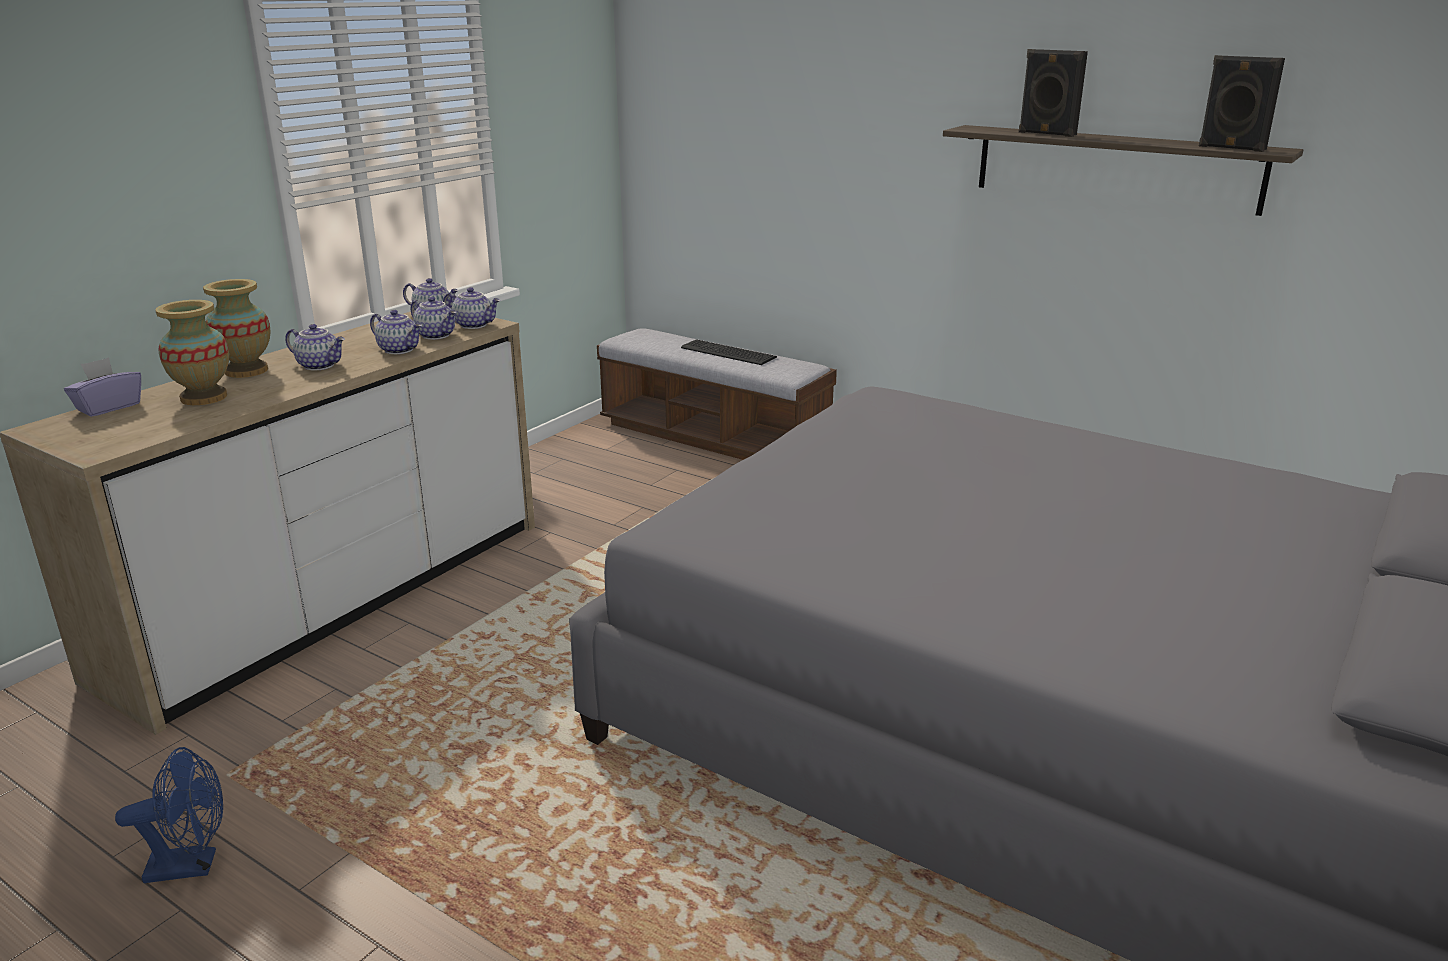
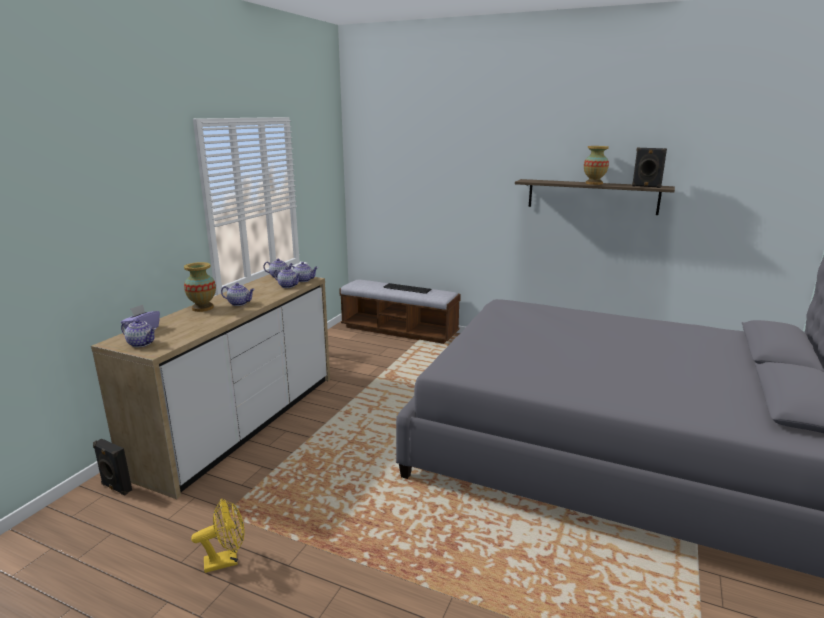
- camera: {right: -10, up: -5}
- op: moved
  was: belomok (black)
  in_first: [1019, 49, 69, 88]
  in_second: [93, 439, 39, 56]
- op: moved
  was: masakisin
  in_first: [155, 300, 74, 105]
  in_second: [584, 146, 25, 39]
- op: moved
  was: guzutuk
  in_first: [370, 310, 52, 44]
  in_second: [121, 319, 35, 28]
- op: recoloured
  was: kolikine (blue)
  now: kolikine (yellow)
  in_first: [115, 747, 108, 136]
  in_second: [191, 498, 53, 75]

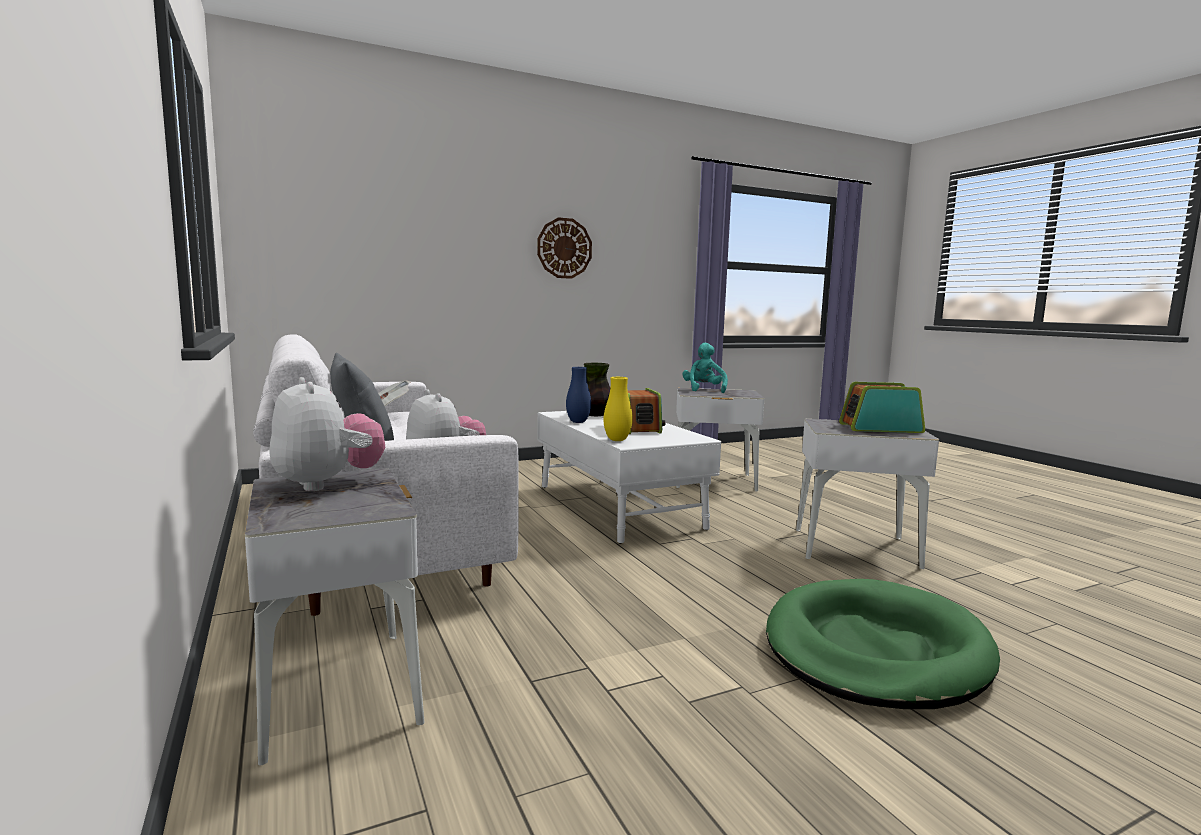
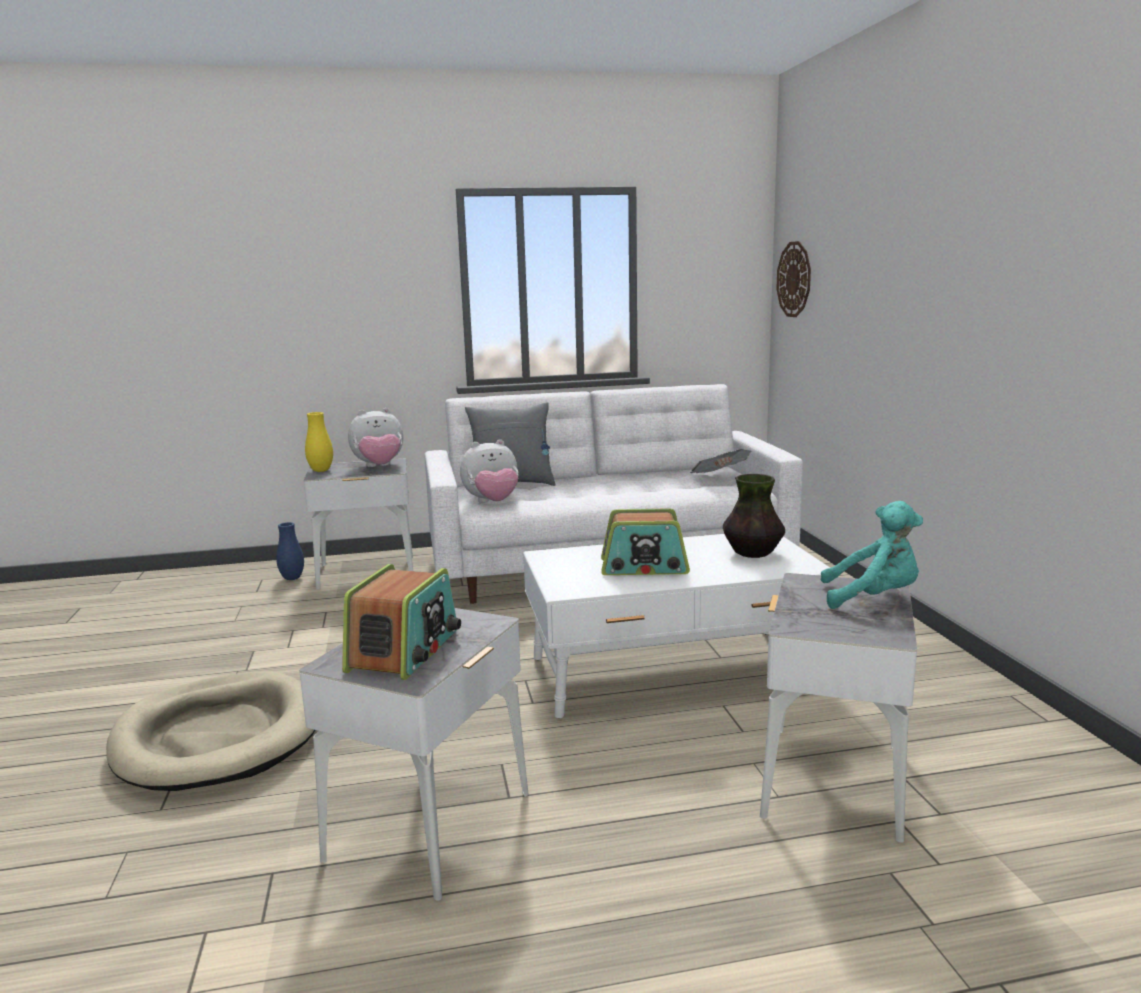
- camera: {right: 105, up: 5}
- op: moved
  was: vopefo
  in_first: [537, 217, 55, 62]
  in_second: [776, 241, 35, 76]
- op: moved
  was: masakisin (blue)
  in_first: [566, 367, 25, 56]
  in_second: [276, 522, 28, 58]
- op: moved
  was: masakisin (yellow)
  in_first: [603, 377, 30, 64]
  in_second: [305, 412, 28, 60]
- op: recoloured
  was: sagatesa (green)
  now: sagatesa (beige)
  in_first: [766, 579, 234, 130]
  in_second: [106, 671, 209, 120]

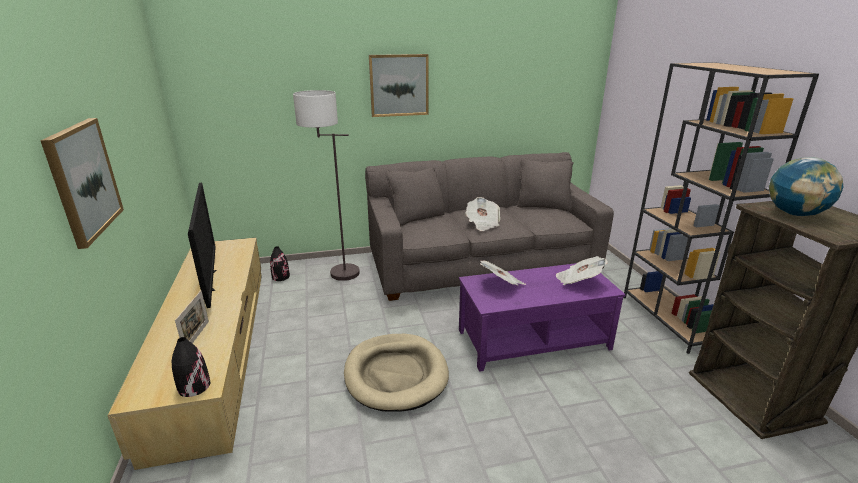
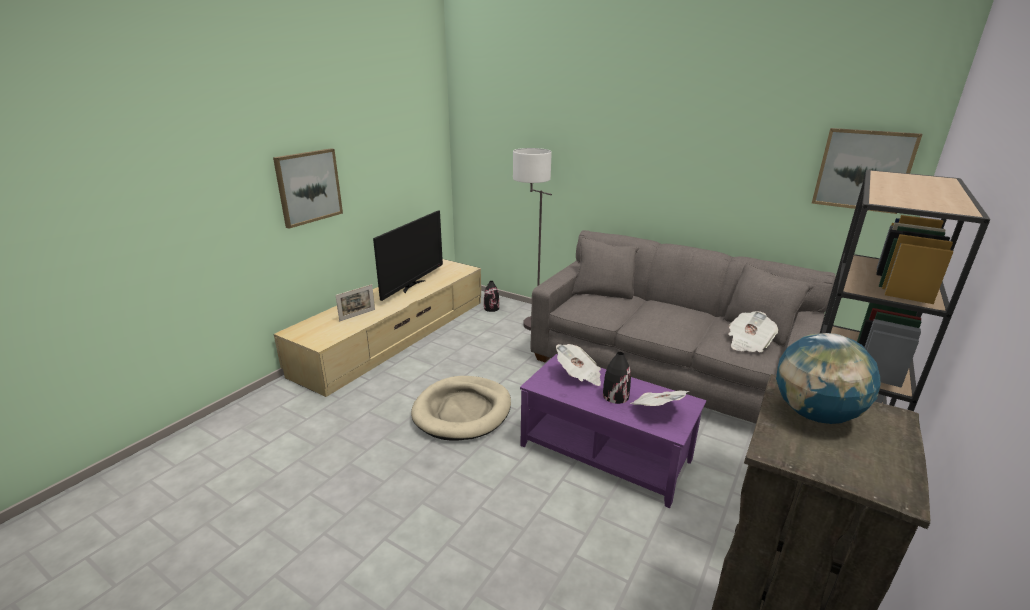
- camera: {right: 45, up: 0}
- op: moved
  was: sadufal
  in_first: [369, 54, 60, 63]
  in_second: [812, 128, 111, 86]
- op: moved
  was: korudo
  in_first: [465, 197, 35, 34]
  in_second: [728, 311, 50, 42]
- op: moved
  was: masakisin (black)
  in_first: [172, 337, 38, 60]
  in_second: [603, 352, 28, 52]

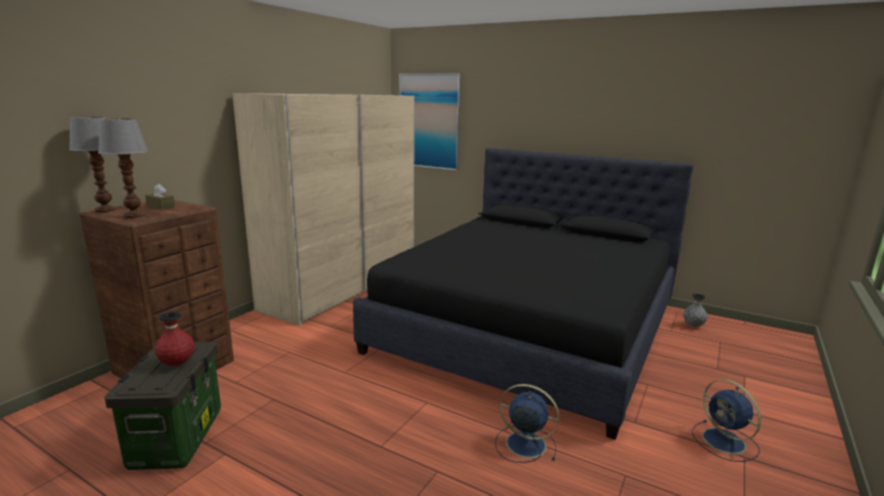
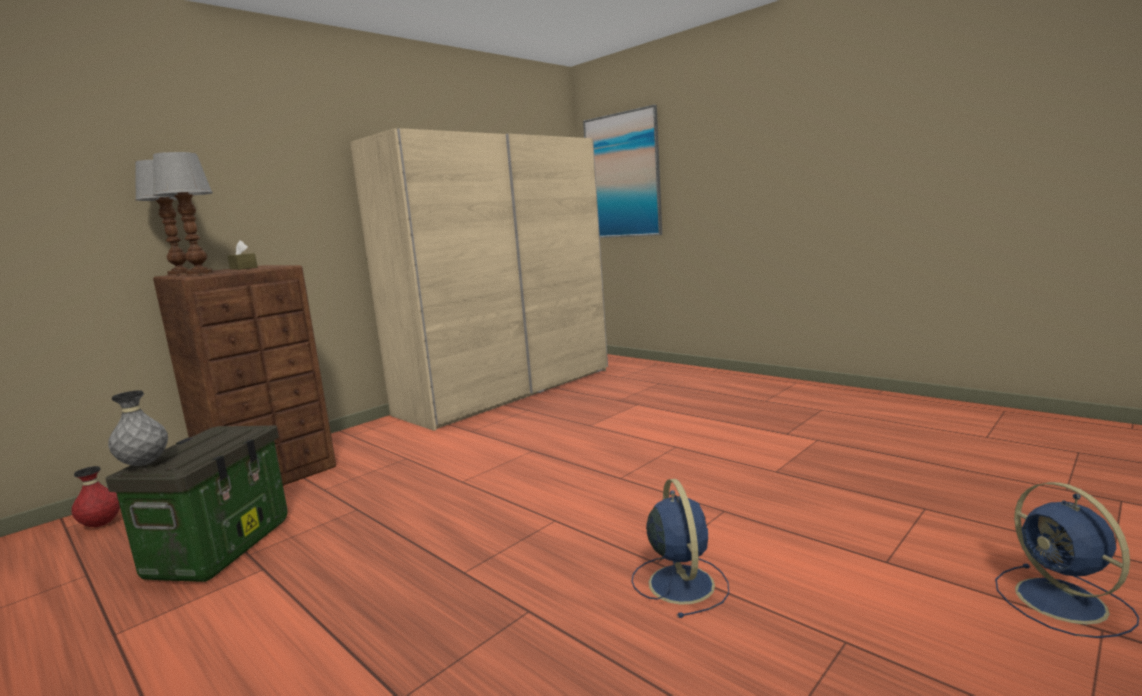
- camera: {right: 15, up: -5}
- op: removed
  was: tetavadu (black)
  in_first: [353, 148, 340, 292]
- op: moved
  was: masakisin (grey)
  in_first: [683, 293, 25, 34]
  in_second: [108, 390, 60, 76]
- op: moved
  was: masakisin (red)
  in_first: [155, 312, 40, 54]
  in_second: [71, 466, 49, 61]
- op: turned
  was: kolikine (blue)
  in_first: [495, 384, 64, 79]
  in_second: [632, 479, 97, 139]
  clockwise: 45

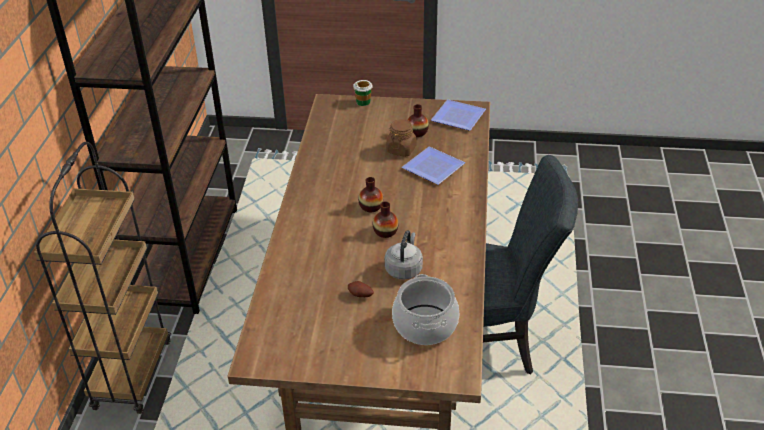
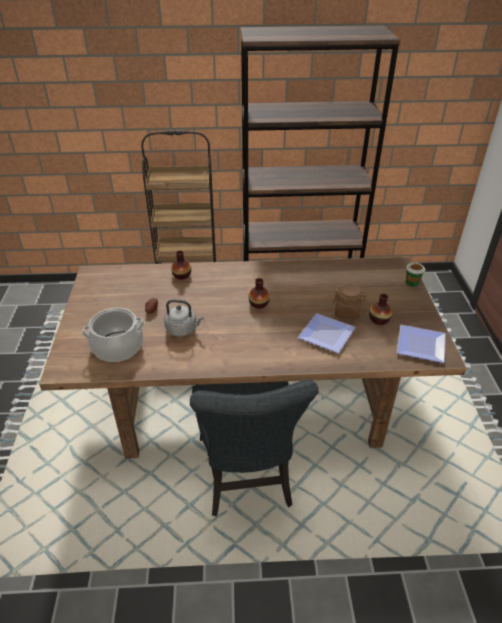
- camera: {right: 80, up: 0}
- op: moved
  was: masakisin
  in_first: [373, 201, 25, 37]
  in_second: [171, 251, 20, 29]

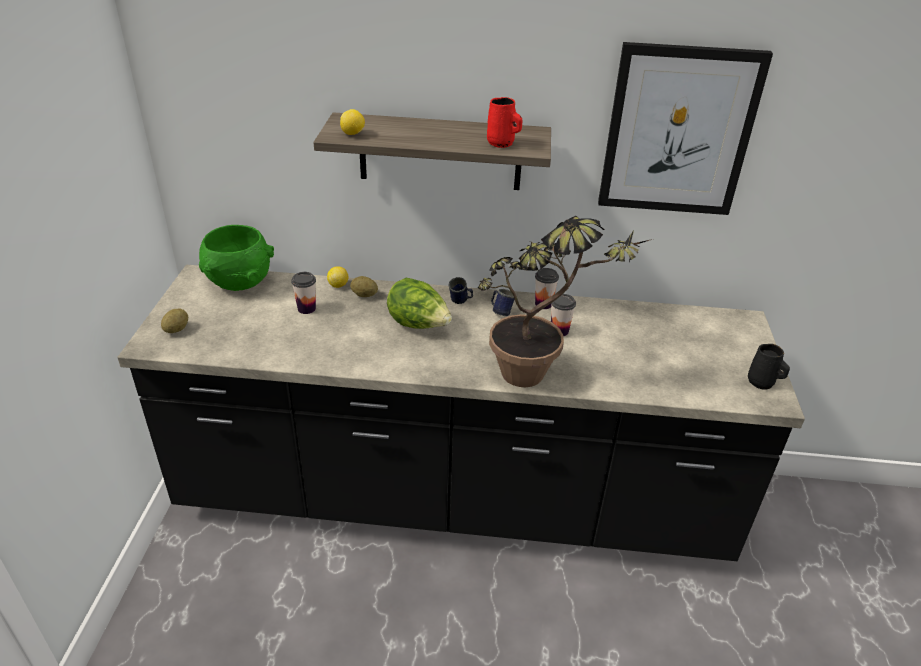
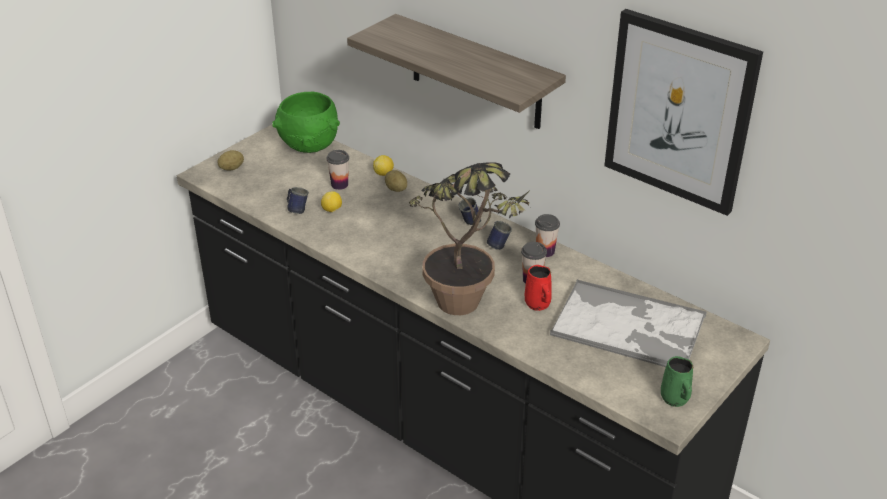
- camera: {right: 35, up: 0}
- op: moved
  was: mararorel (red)
  in_first: [487, 97, 35, 51]
  in_second: [524, 265, 28, 46]
- op: moved
  was: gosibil
  in_first: [340, 109, 25, 26]
  in_second: [321, 191, 21, 21]
- op: removed
  was: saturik
  in_first: [387, 278, 65, 51]
- op: recoloured
  was: mararorel (black)
  now: mararorel (green)
  in_first: [748, 344, 42, 46]
  in_second: [661, 356, 32, 51]
- op: added
  now: mararorel (blue)
  in_second: [287, 187, 22, 27]
- op: added
  now: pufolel
  in_second: [550, 280, 157, 87]

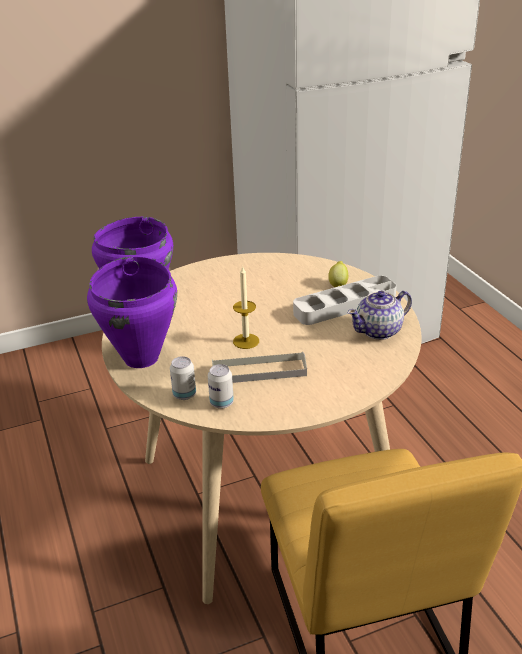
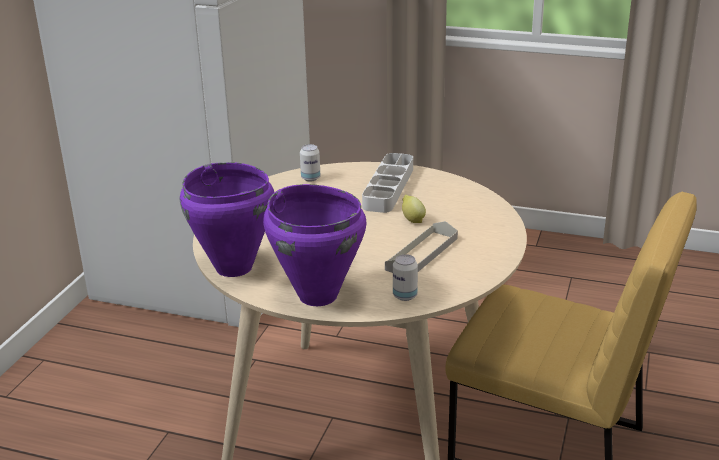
- camera: {right: -50, up: -5}
- op: moved
  was: gosibil
  in_first: [328, 261, 20, 26]
  in_second: [402, 195, 24, 28]
- op: removed
  was: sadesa
  in_first: [233, 265, 26, 84]
- op: removed
  was: guzutuk
  in_first: [348, 291, 64, 49]
- op: moved
  was: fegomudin
  in_first: [208, 364, 26, 45]
  in_second: [300, 144, 20, 37]

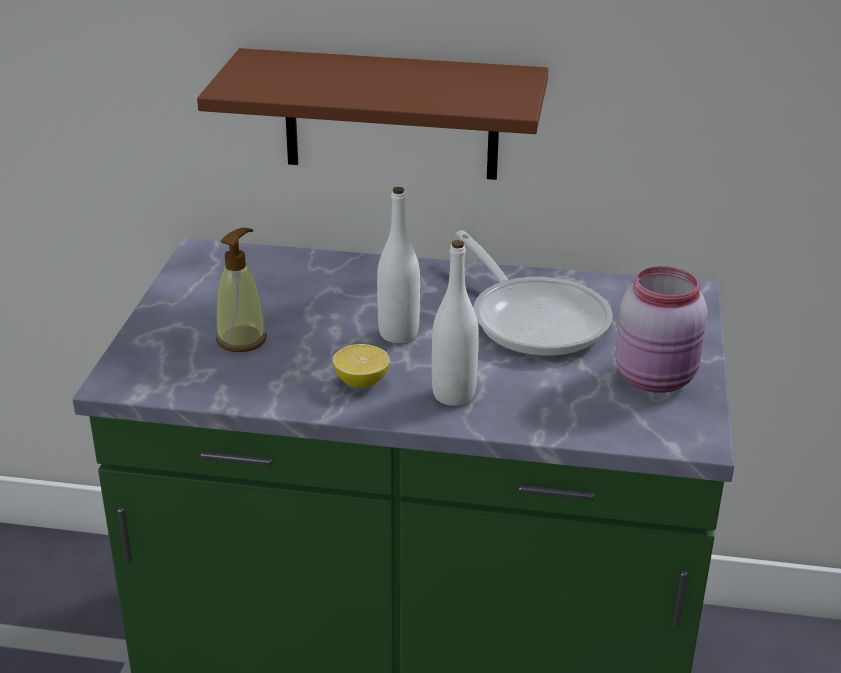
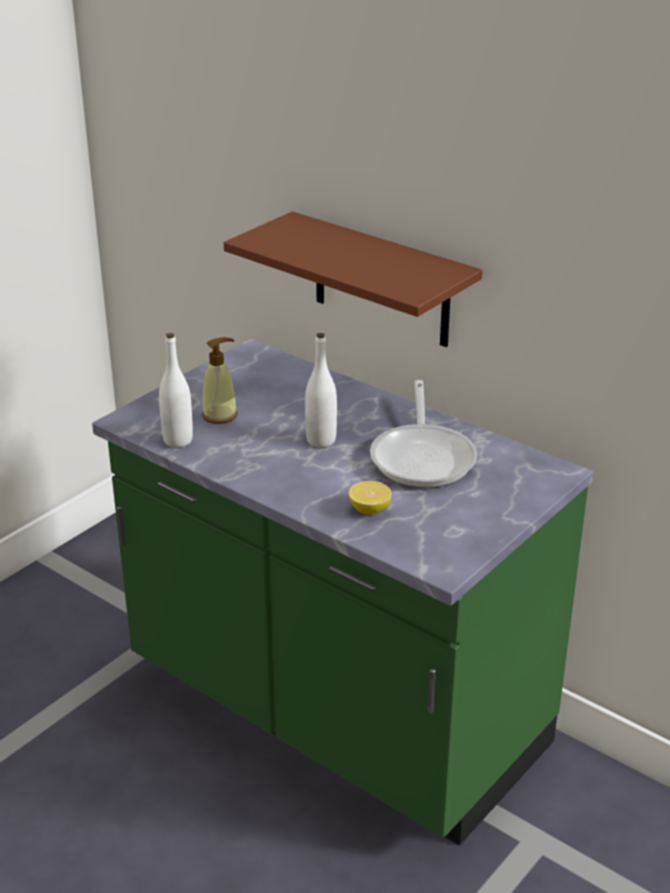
- camera: {right: 30, up: 0}
- op: moved
  was: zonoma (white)
  in_first: [432, 240, 47, 166]
  in_second: [159, 333, 34, 114]
- op: removed
  was: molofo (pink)
  in_first: [615, 266, 92, 127]
- op: moved
  was: gosibil
  in_first: [333, 344, 57, 44]
  in_second: [349, 481, 43, 34]

